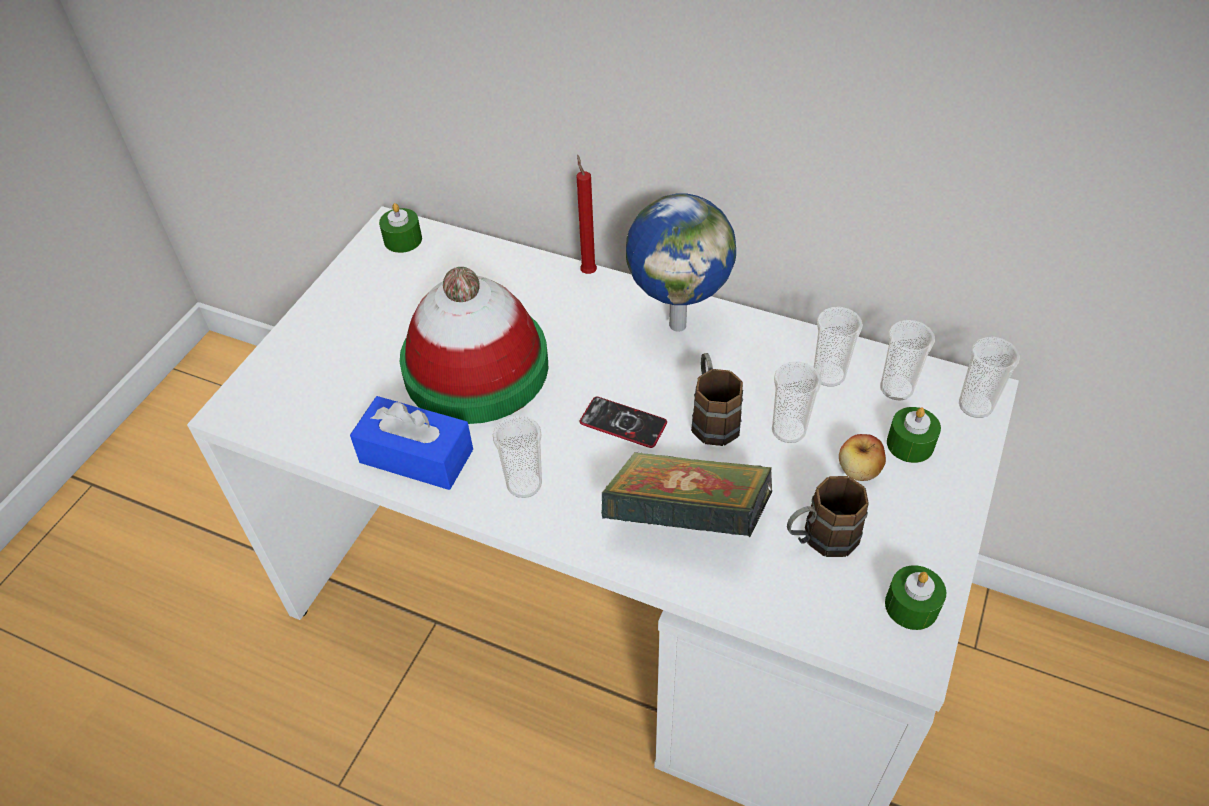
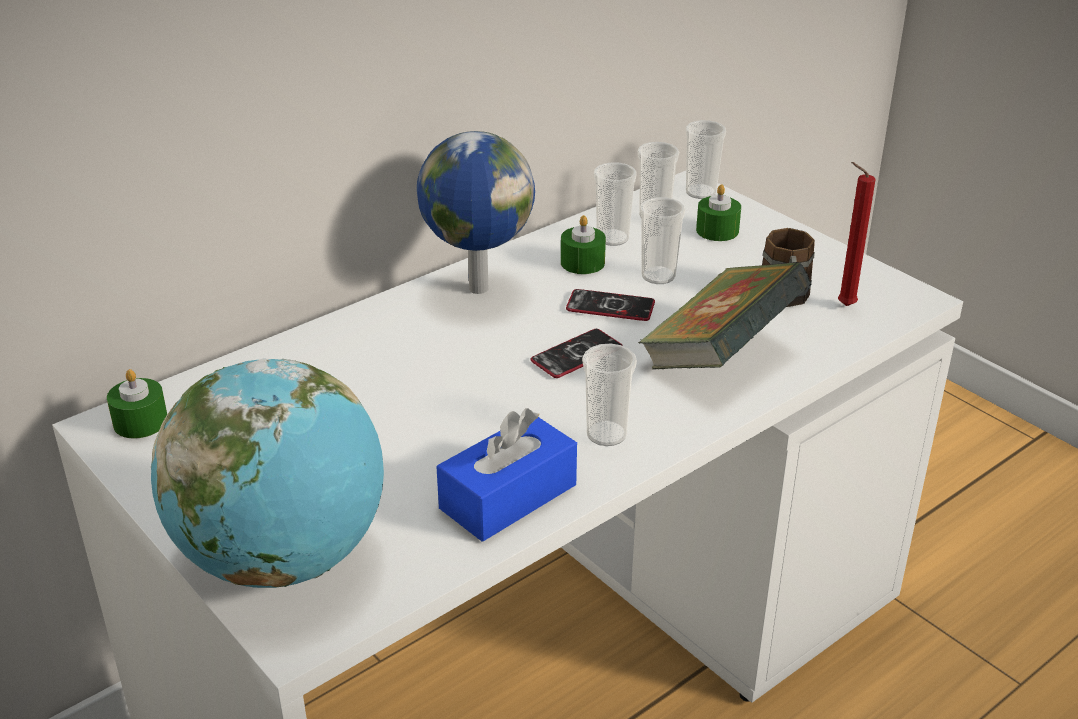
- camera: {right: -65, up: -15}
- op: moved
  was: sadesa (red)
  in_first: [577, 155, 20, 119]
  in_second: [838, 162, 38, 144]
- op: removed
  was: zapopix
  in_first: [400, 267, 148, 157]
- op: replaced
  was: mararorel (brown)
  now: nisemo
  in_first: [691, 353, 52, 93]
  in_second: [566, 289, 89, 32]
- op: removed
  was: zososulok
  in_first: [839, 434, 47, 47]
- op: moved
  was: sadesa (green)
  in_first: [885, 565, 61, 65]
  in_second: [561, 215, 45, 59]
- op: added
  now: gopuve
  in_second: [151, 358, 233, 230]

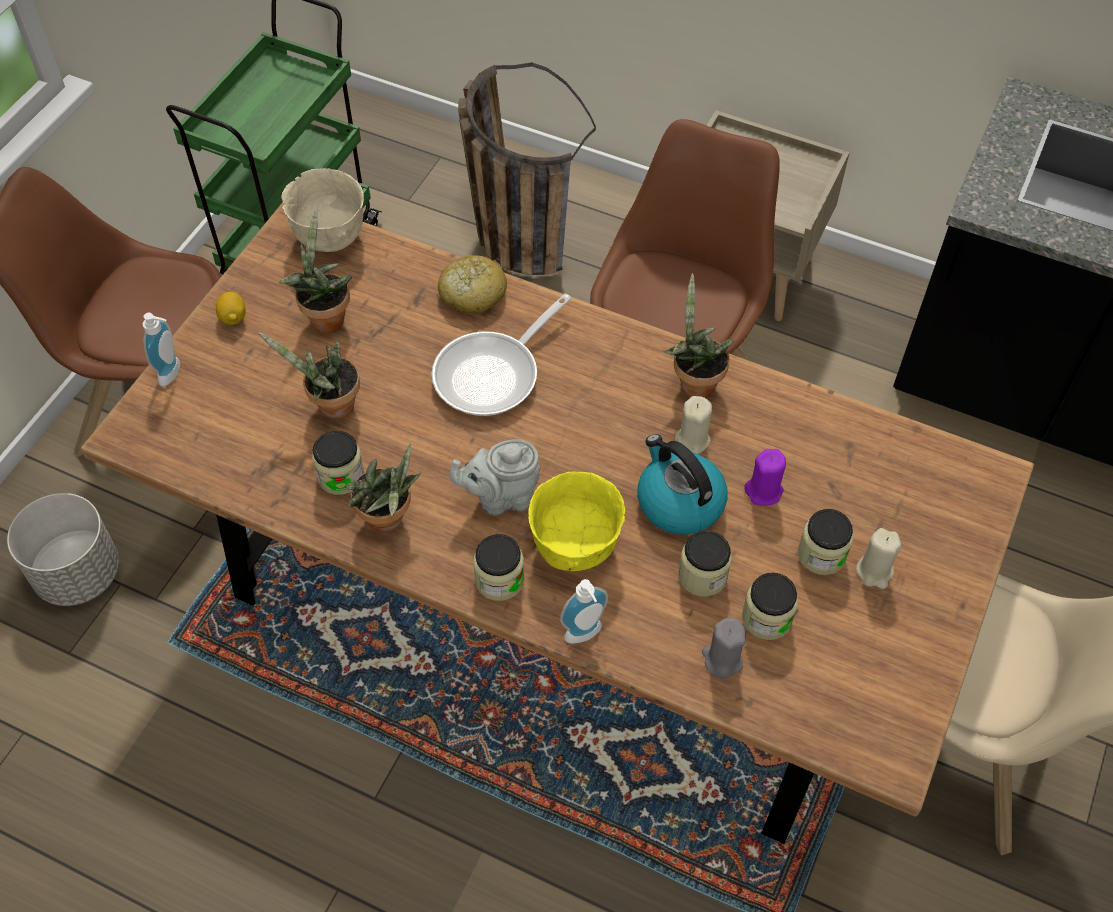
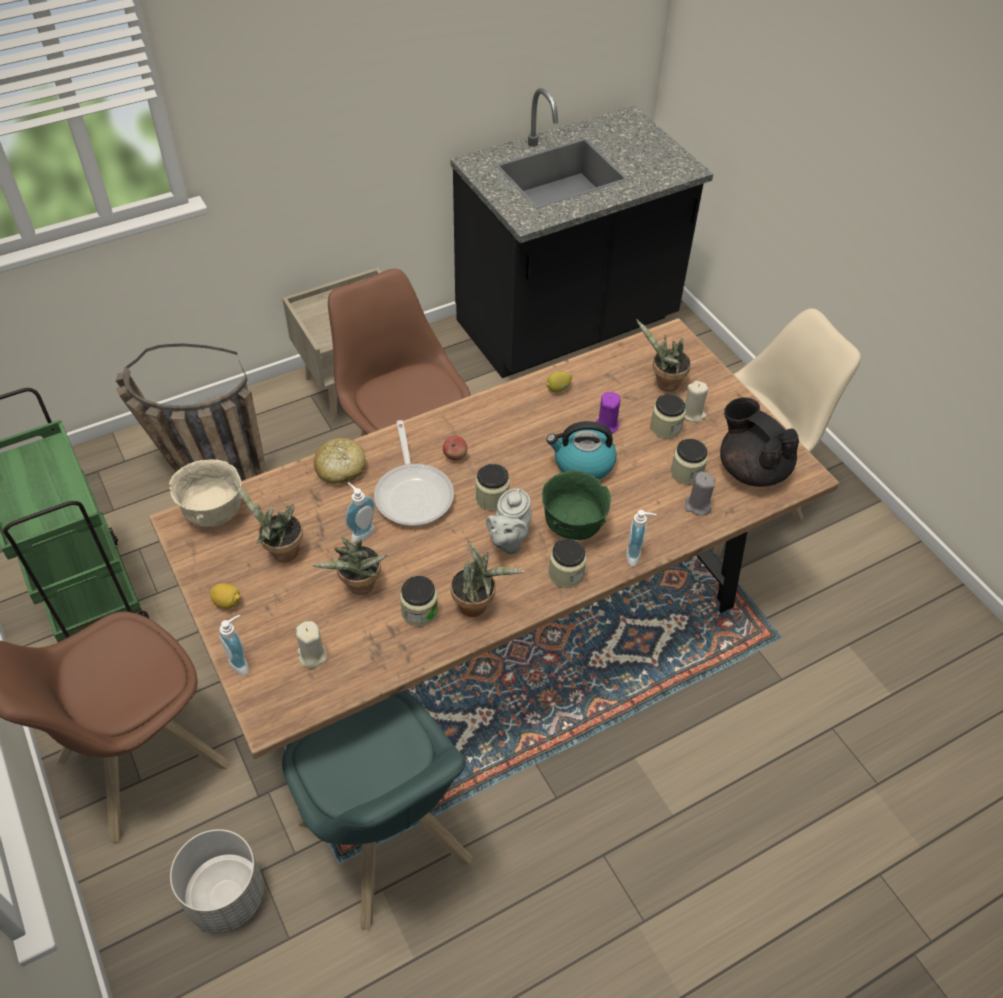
- camera: {right: -55, up: -5}
- op: moved
  was: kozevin
  in_first: [663, 273, 71, 125]
  in_second: [636, 319, 55, 73]
- op: moved
  was: sadesa (beige)
  in_first: [675, 396, 37, 58]
  in_second: [296, 621, 31, 48]
- op: recoloured
  was: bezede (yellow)
  now: bezede (green)
  in_first: [528, 472, 97, 99]
  in_second: [542, 470, 69, 70]
- op: moved
  was: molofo
  in_first: [678, 530, 54, 67]
  in_second: [476, 464, 34, 47]
- op: added
  now: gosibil
  in_second: [546, 371, 26, 22]
- op: added
  now: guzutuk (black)
  in_second: [720, 397, 79, 90]
- op: added
  now: zososulok
  in_second: [443, 436, 24, 25]
- op: added
  now: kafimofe
  in_second: [345, 483, 30, 60]
- op: added
  now: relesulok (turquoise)
  in_second: [282, 691, 190, 239]

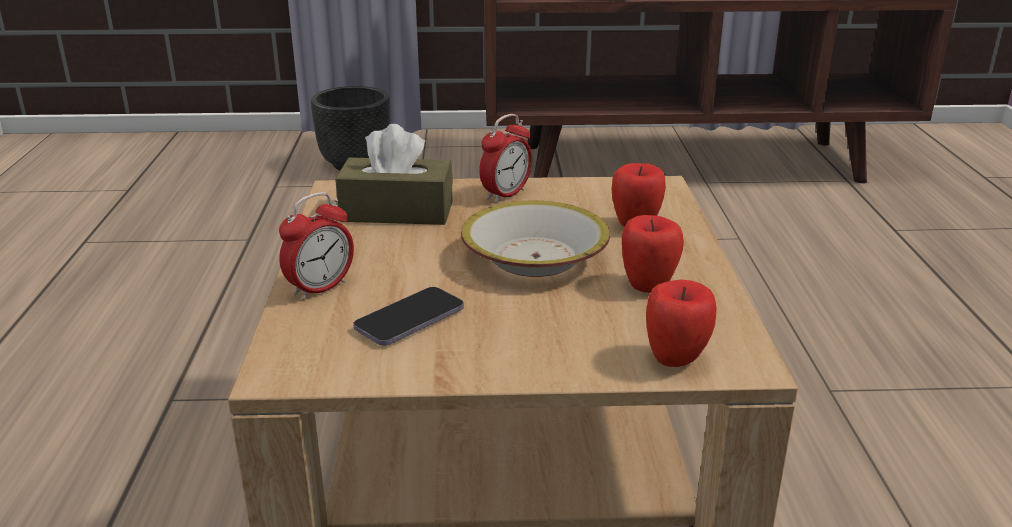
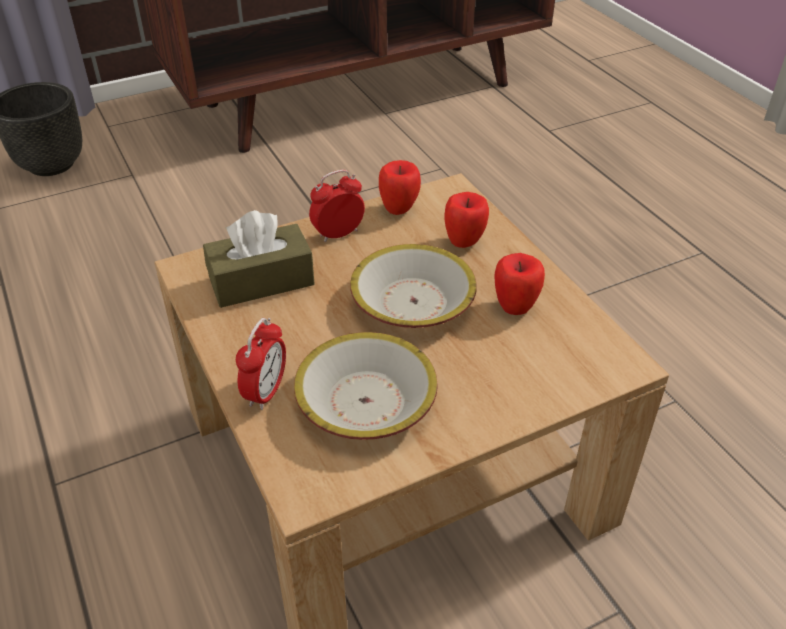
- camera: {right: -25, up: 15}
- op: turned
  was: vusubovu
  in_first: [479, 114, 53, 88]
  in_second: [309, 170, 56, 72]
  clockwise: -135
- op: moved
  was: zososulok
  in_first: [646, 279, 70, 88]
  in_second: [379, 160, 42, 55]
- op: replaced
  was: nisemo
  now: bezede
  in_first: [353, 287, 111, 59]
  in_second: [294, 332, 144, 108]

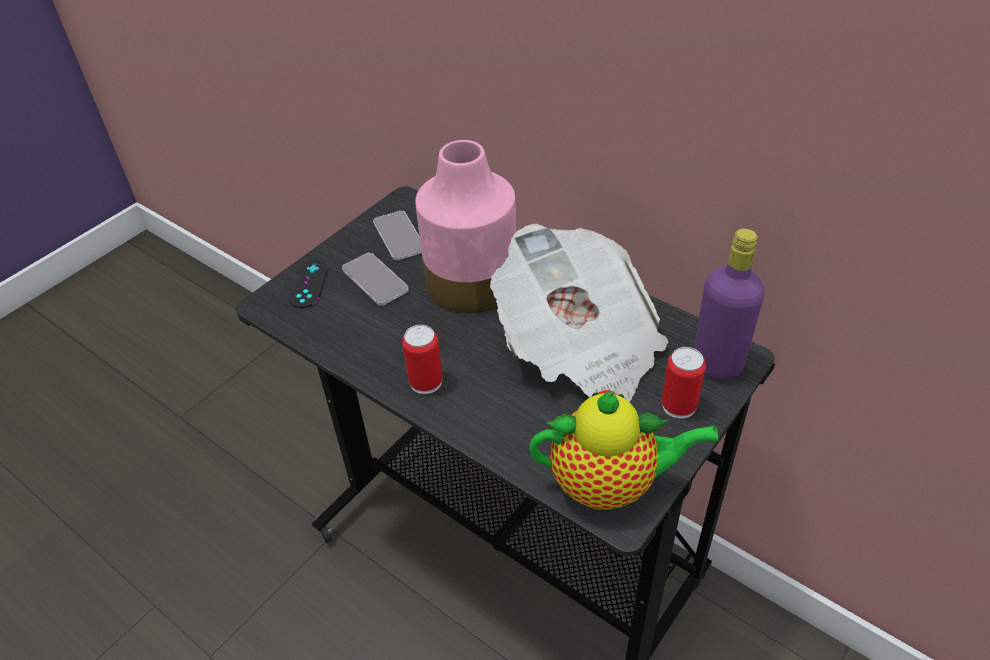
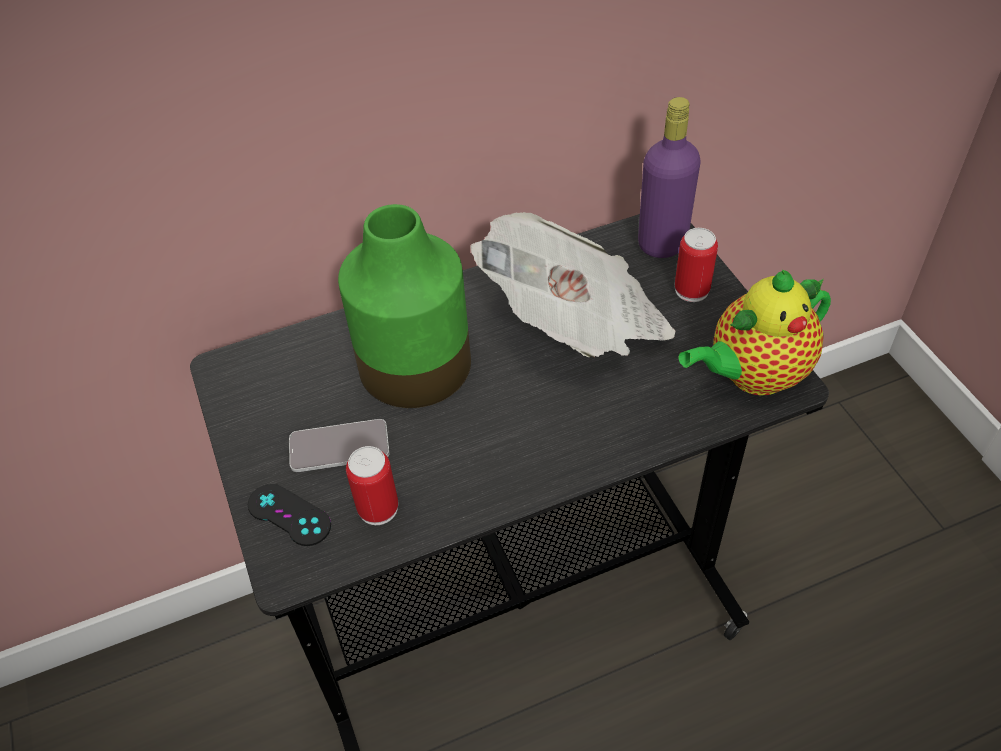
- camera: {right: -60, up: 5}
- op: recoloured
  was: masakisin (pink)
  now: masakisin (green)
  in_first: [415, 140, 101, 173]
  in_second: [338, 204, 133, 204]
- op: removed
  was: nisemo
  in_first: [373, 211, 49, 50]
- op: moved
  was: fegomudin
  in_first: [402, 325, 41, 69]
  in_second: [346, 446, 52, 79]
- op: turned
  was: guzutuk
  in_first: [529, 390, 191, 120]
  in_second: [679, 270, 152, 126]
  clockwise: -150

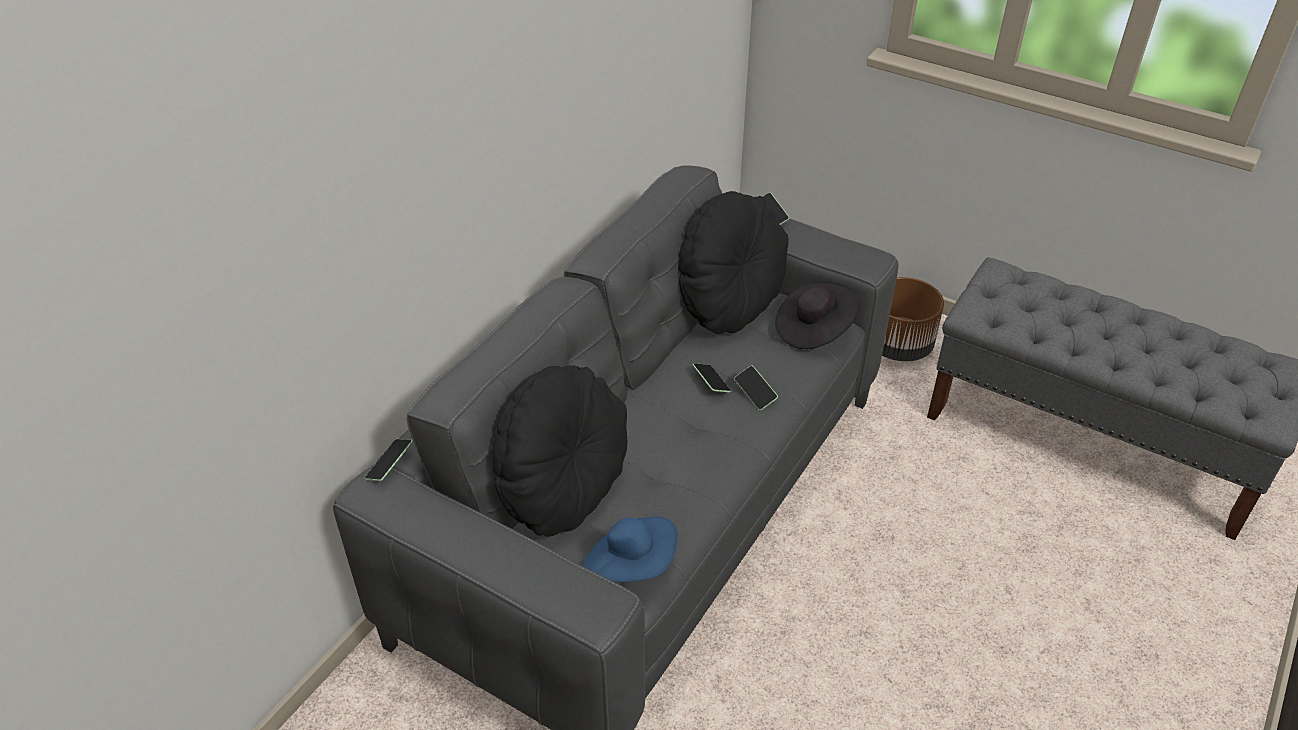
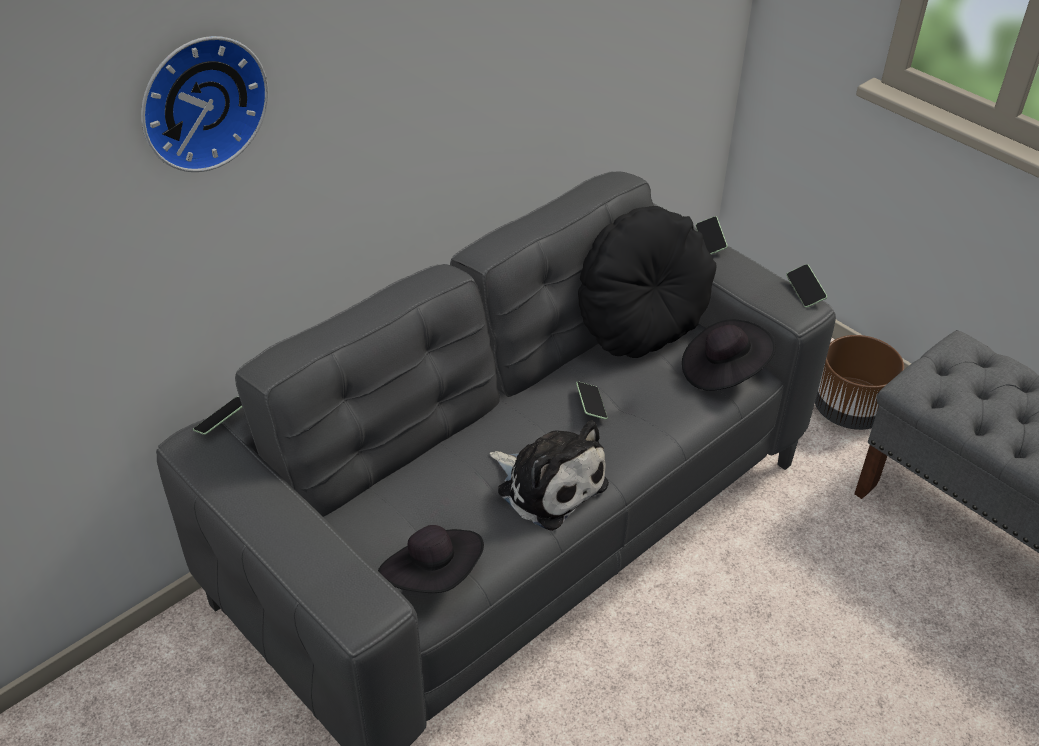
- camera: {right: 15, up: 0}
- op: removed
  was: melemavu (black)
  in_first: [492, 365, 135, 172]
- op: moved
  was: nisemo
  in_first: [734, 366, 44, 44]
  in_second: [786, 264, 41, 44]
- op: recoloured
  was: zapopix (blue)
  now: zapopix (black)
  in_first: [582, 517, 96, 65]
  in_second: [378, 525, 106, 68]
- op: added
  now: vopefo
  in_second: [141, 36, 127, 136]
- op: added
  now: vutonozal
  in_second: [489, 420, 120, 111]

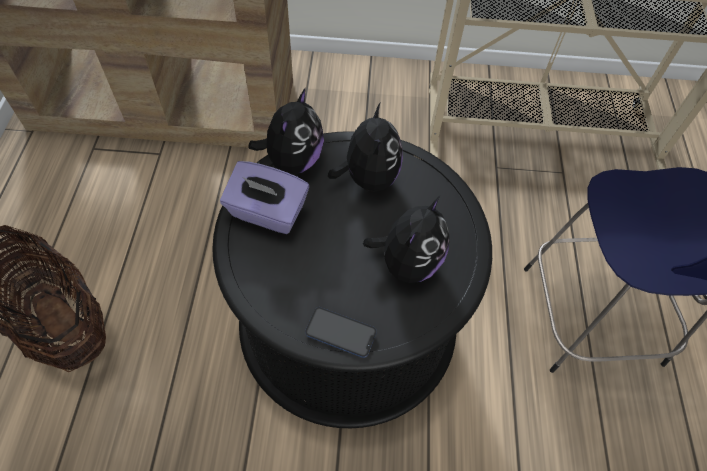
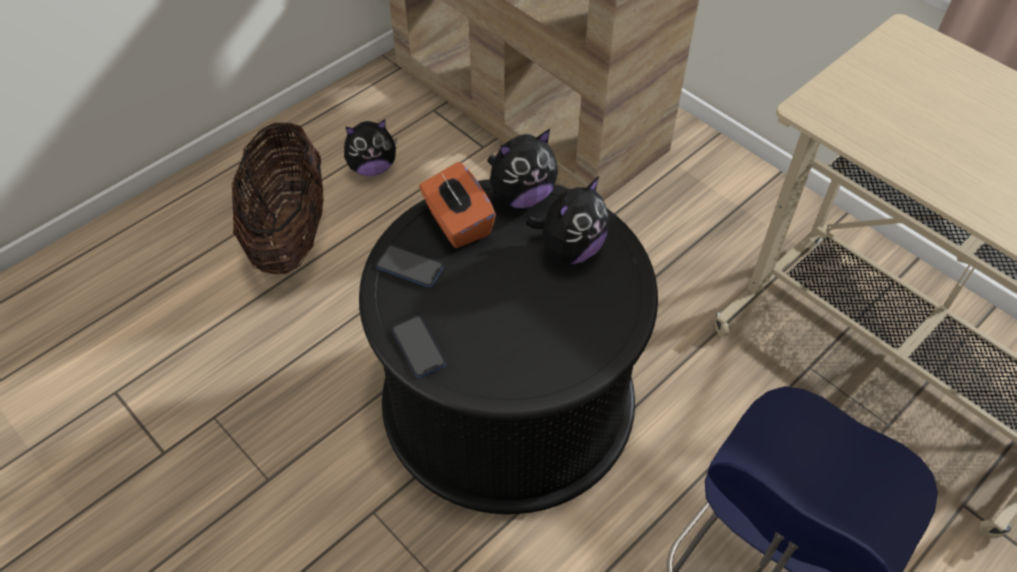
- camera: {right: 45, up: -5}
- op: recoloured
  was: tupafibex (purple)
  now: tupafibex (orange)
  in_first: [220, 161, 89, 73]
  in_second: [419, 162, 77, 86]
- op: moved
  was: vutonozal
  in_first: [363, 195, 86, 88]
  in_second: [344, 119, 53, 57]
- op: added
  now: nisemo
  in_second: [376, 244, 67, 43]

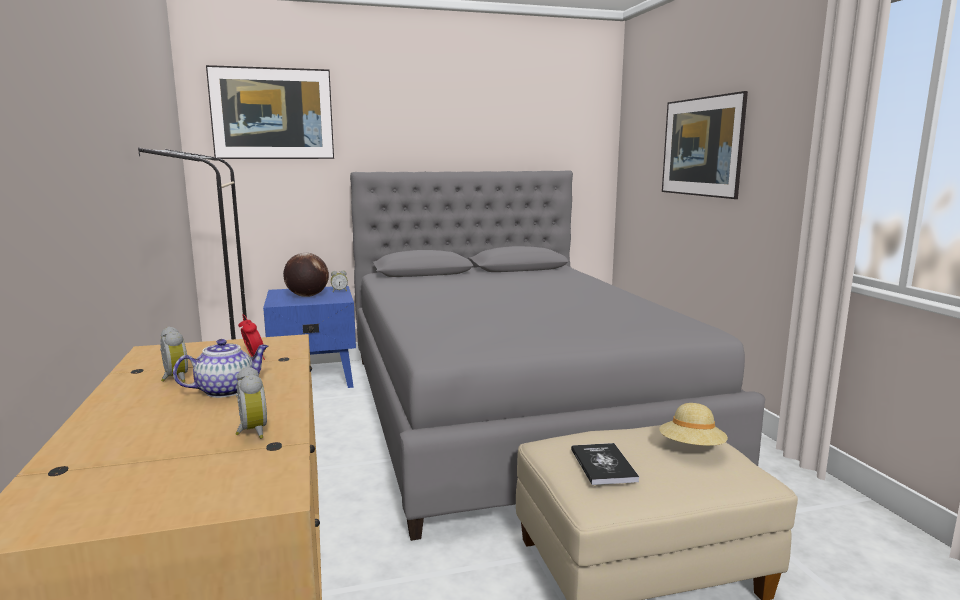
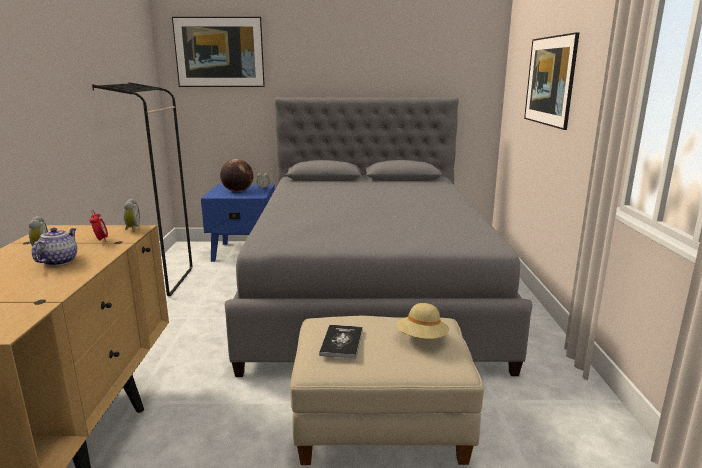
- camera: {right: 15, up: 5}
- op: turned
  was: guzutuk
  in_first: [173, 339, 95, 59]
  in_second: [32, 228, 45, 38]
  clockwise: -60
- op: moved
  was: vusubovu
  in_first: [235, 367, 32, 72]
  in_second: [124, 199, 16, 33]

